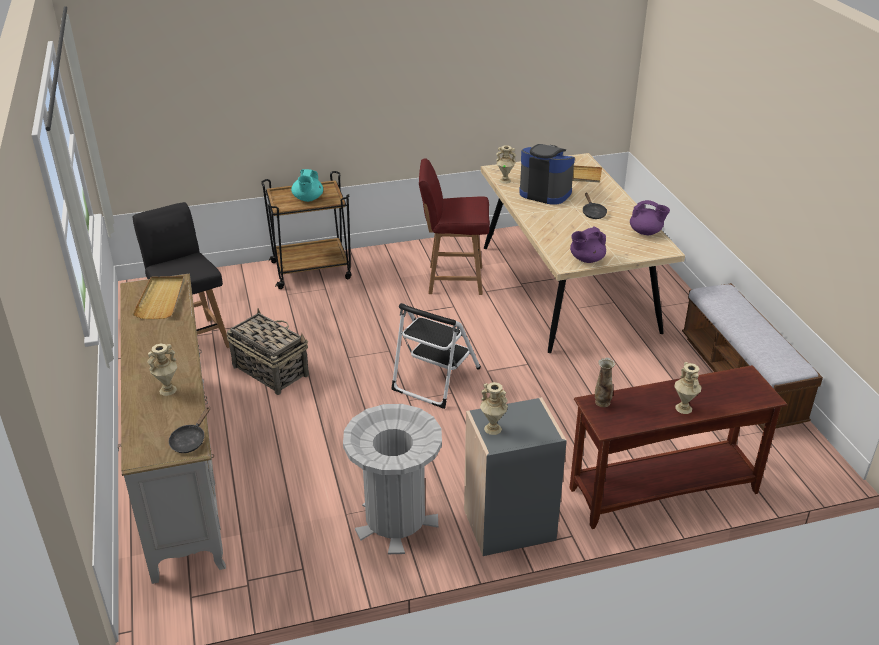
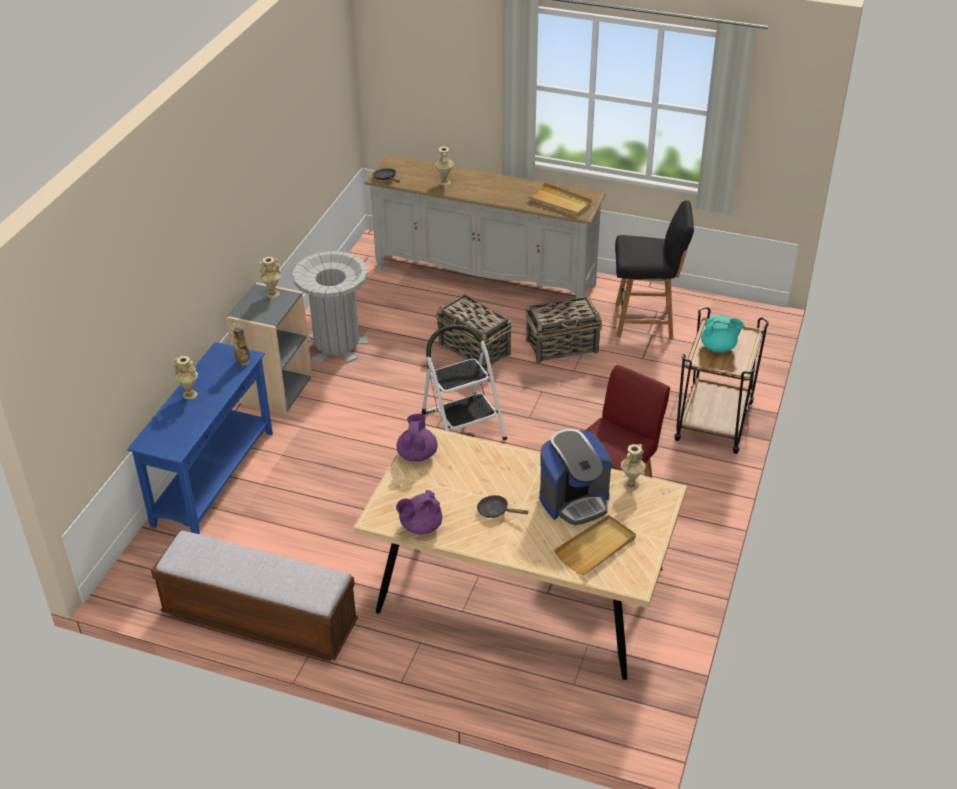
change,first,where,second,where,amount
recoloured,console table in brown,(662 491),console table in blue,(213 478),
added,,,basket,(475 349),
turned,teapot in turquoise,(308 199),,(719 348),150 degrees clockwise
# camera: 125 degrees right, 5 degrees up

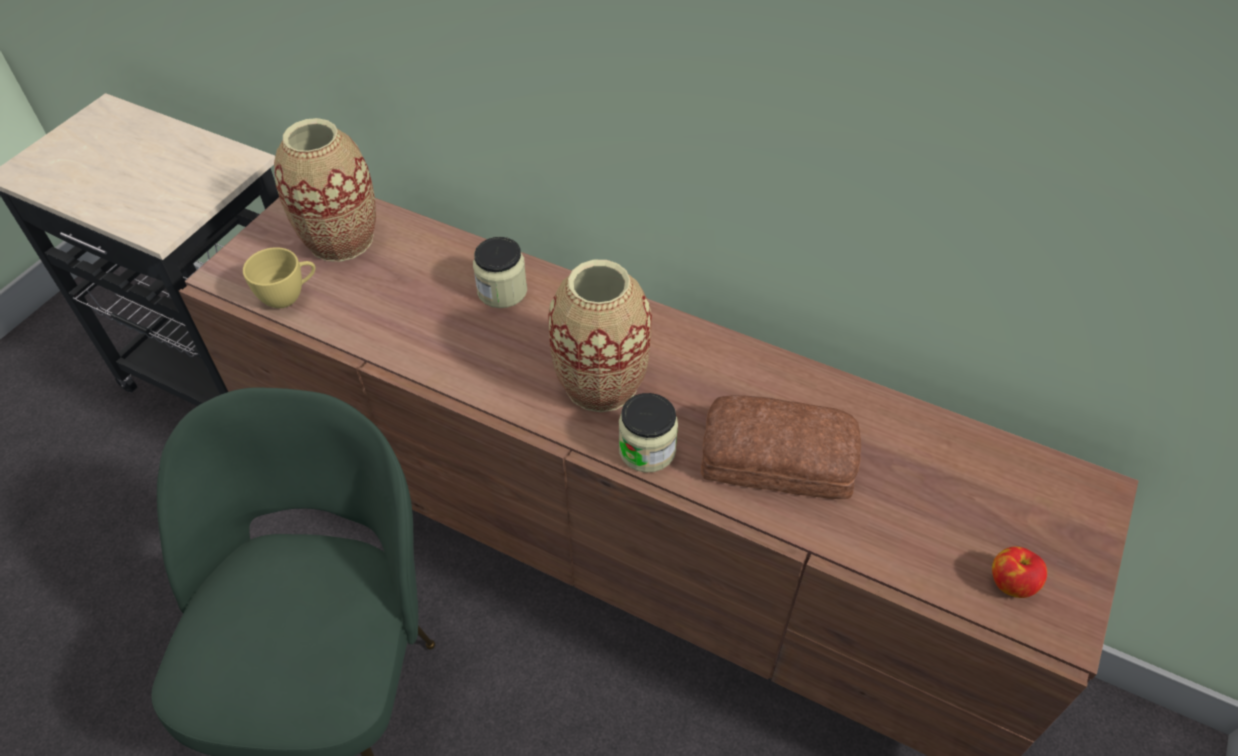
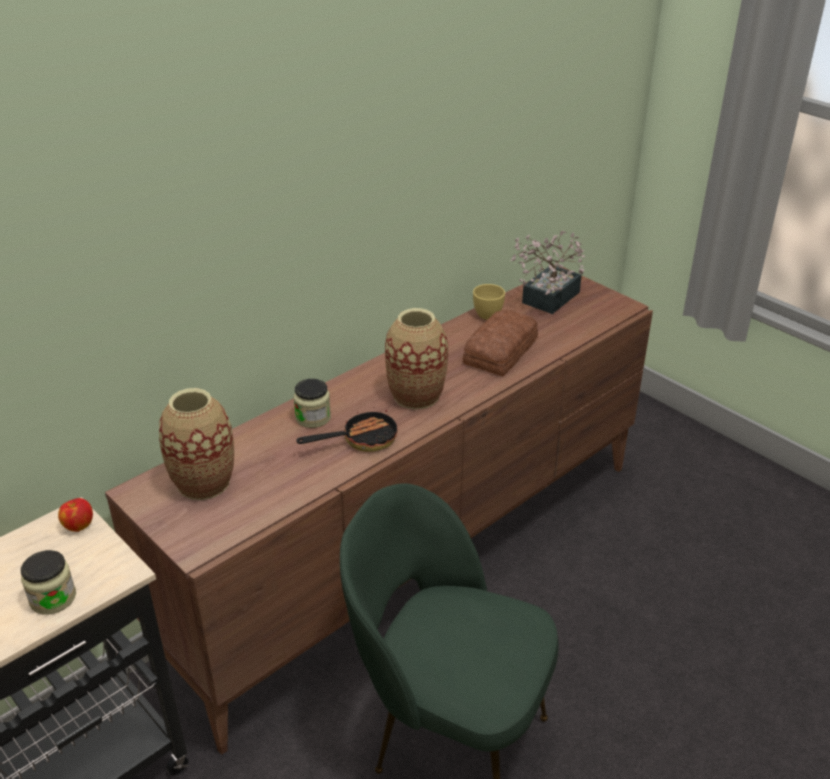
change,first,where,second,where,amount
moved,jar,(647 450),,(53 598),
moved,apple,(1011 583),,(78 525),
added,,,frying pan,(361 440),
moved,cup in yellow,(289 296),,(487 313),
added,,,potted plant,(546 300),
# camera: 70 degrees left, 15 degrees down

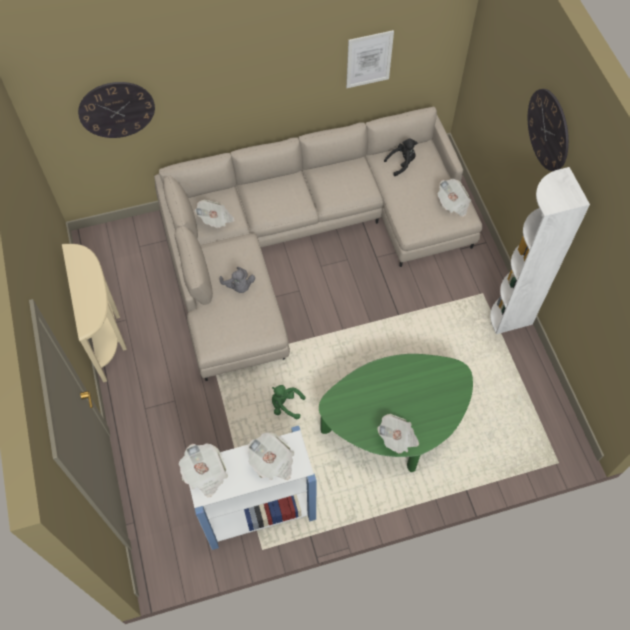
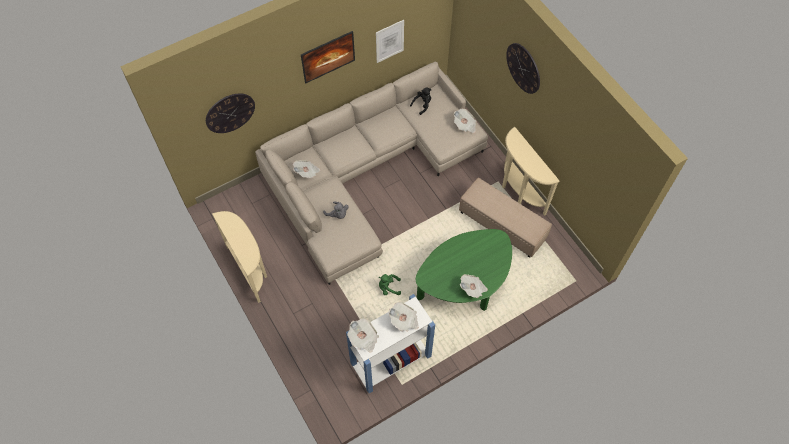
change,first,where,second,where,amount
added,,,picture,(329 64),
added,,,ottoman in beige,(502 224),
replaced,bookcase in white,(507 316),console table in beige,(518 193),
# camera: 15 degrees left, 0 degrees up

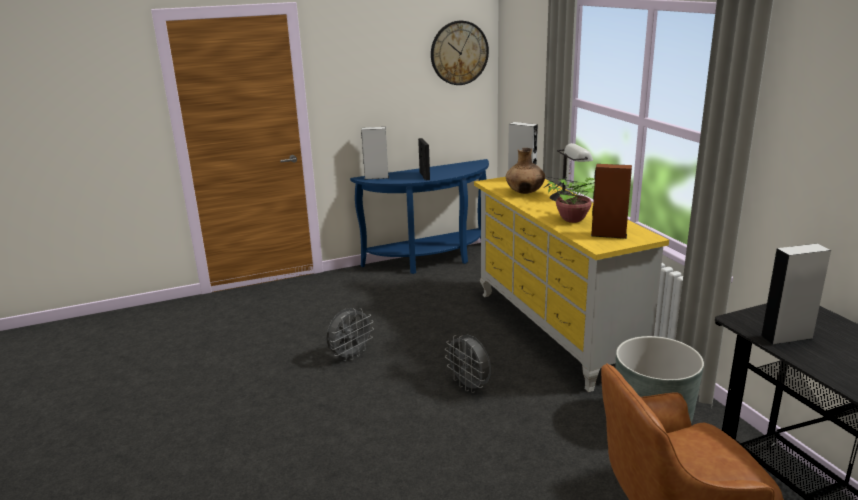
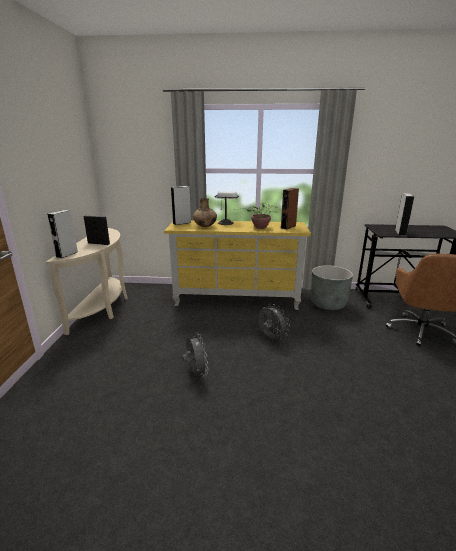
change,first,where,second,where,amount
recoloured,console table in blue,(430 260),console table in beige,(104 308),
turned,fan in grey,(470 386),,(270 338),120 degrees counterclockwise
removed,wall clock,(459 53),,,
# camera: 65 degrees left, 0 degrees up

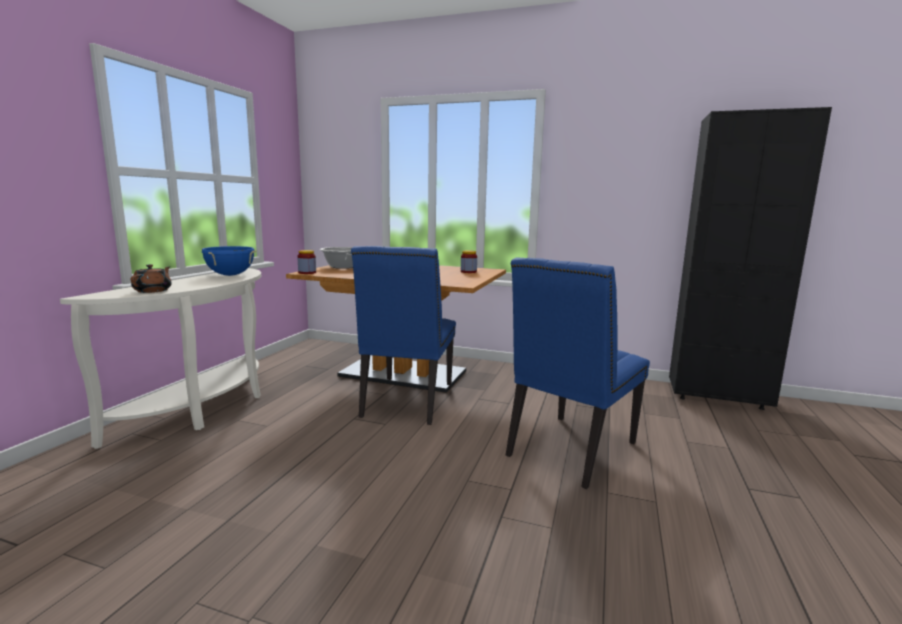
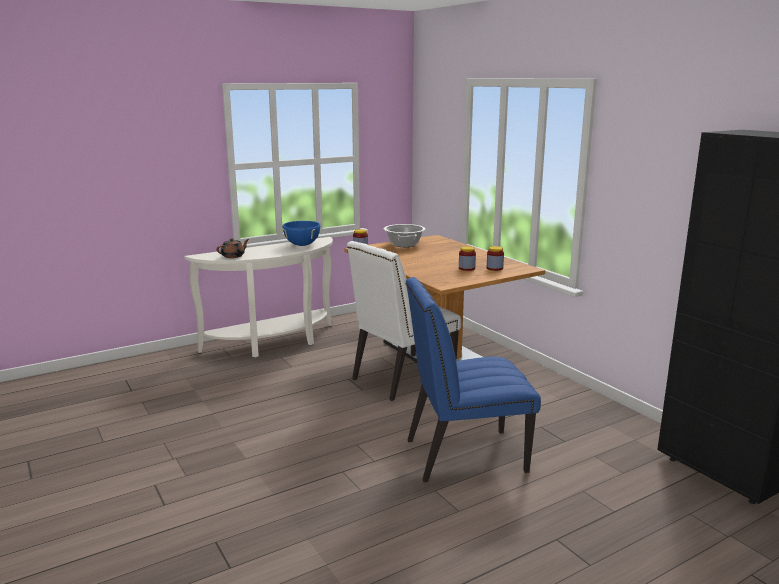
change,first,where,second,where,amount
recoloured,chair in blue,(407 401),chair in white,(403 378),
added,,,jar,(466 268),
# camera: 40 degrees right, 5 degrees up

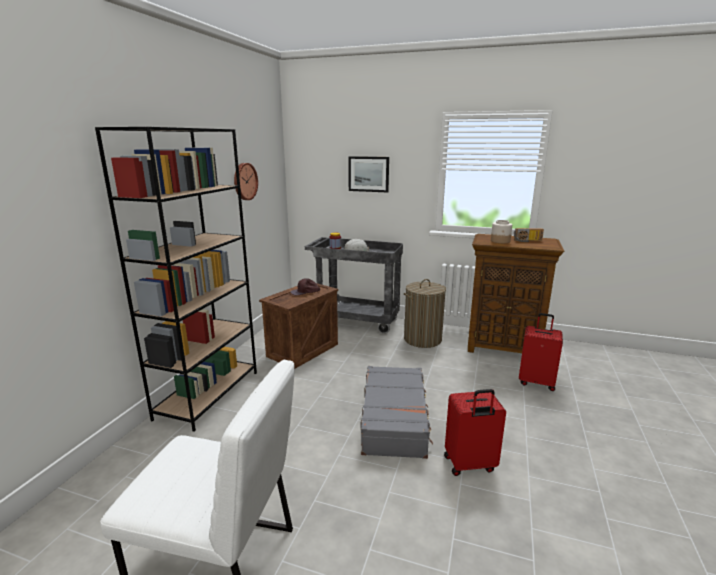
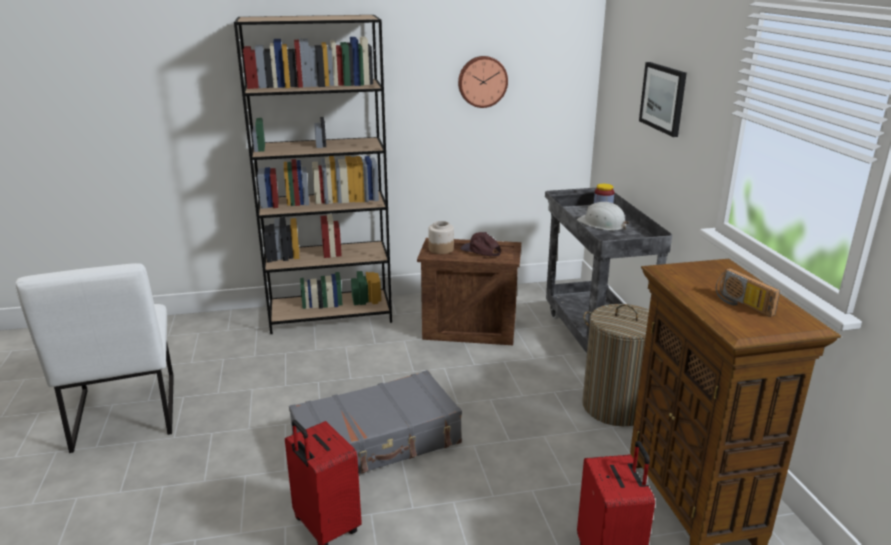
change,first,where,second,where,amount
moved,jar,(500 241),,(441 249),
# camera: 60 degrees right, 5 degrees up

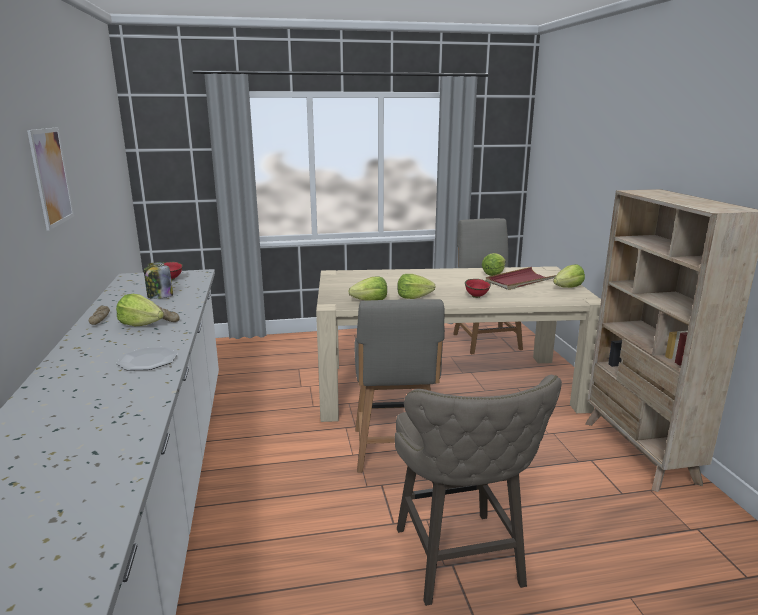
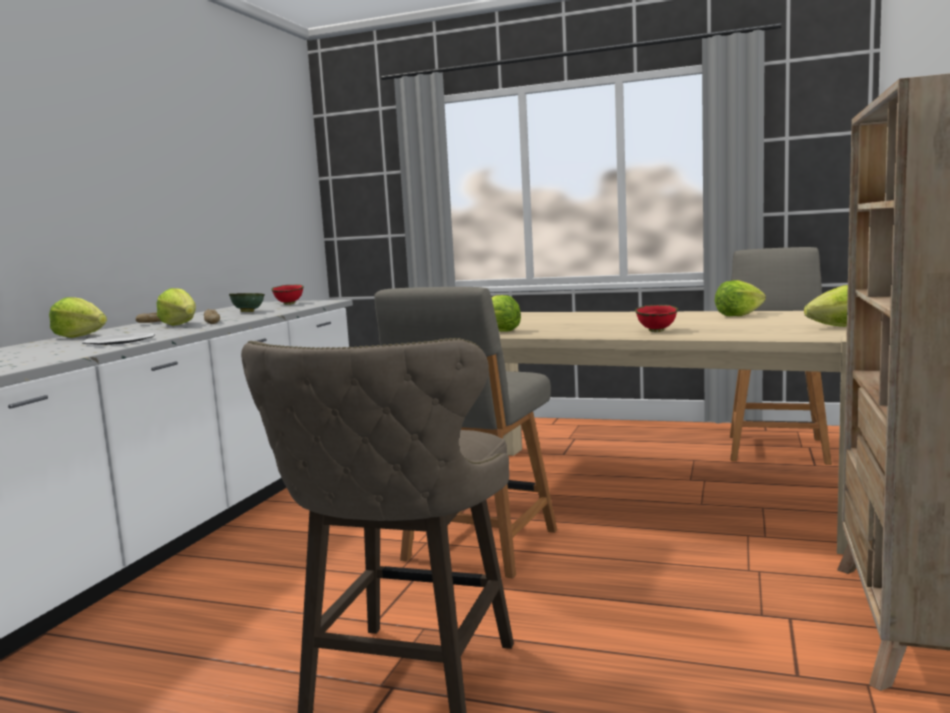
change,first,where,second,where,amount
moved,lettuce,(413 297),,(80 336),
replaced,jar,(160 296),bowl in green,(247 312),
removed,picture,(51 177),,,
removed,tray in red,(520 281),,,
# camera: 30 degrees right, 10 degrees down

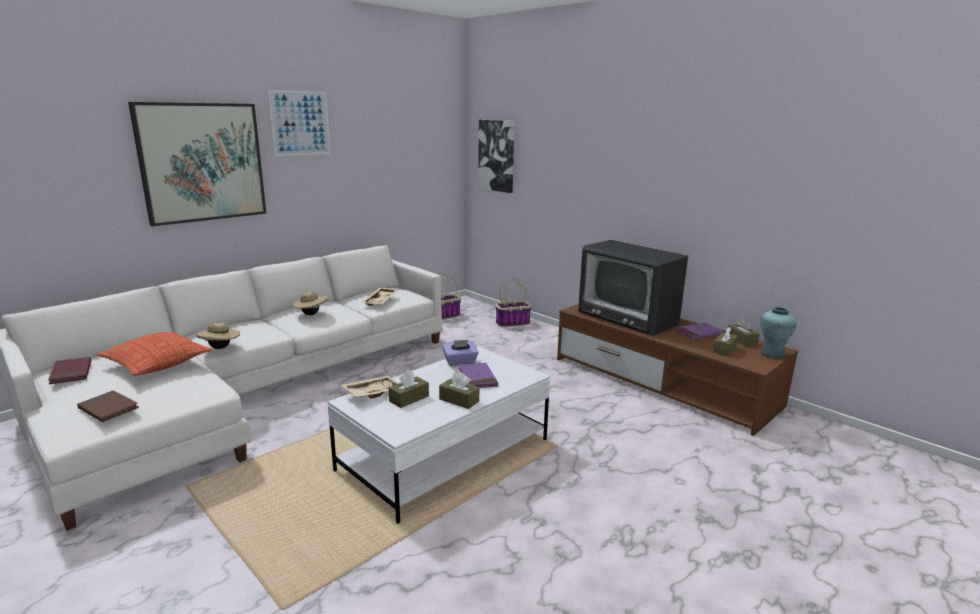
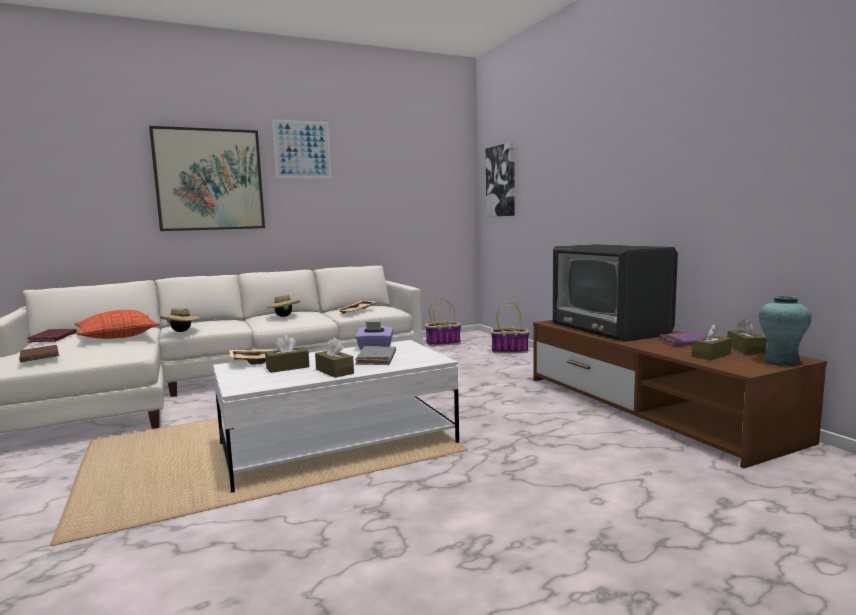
change,first,where,second,where,amount
recoloured,book in purple,(477 378),book in grey,(376 358),
# camera: 20 degrees right, 10 degrees down

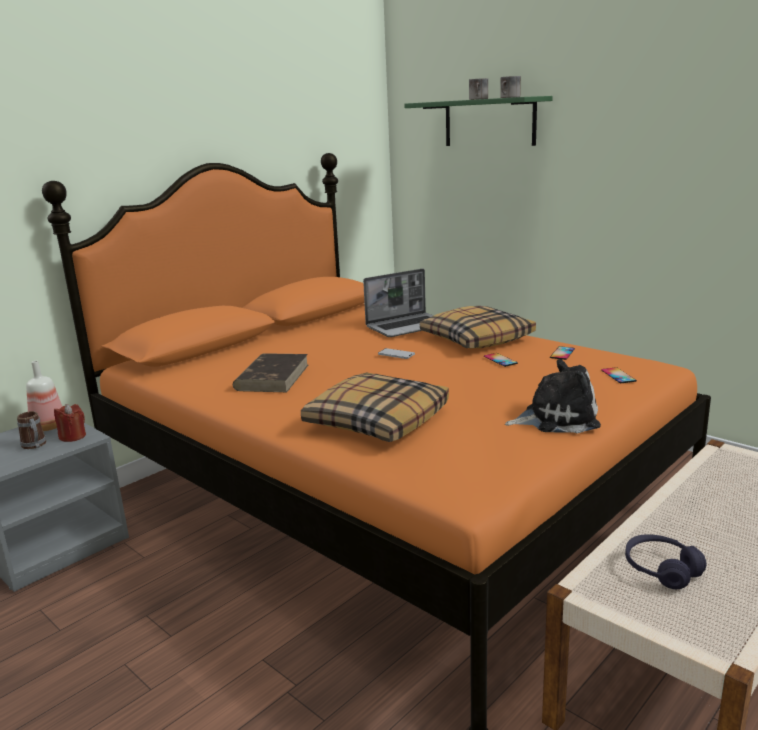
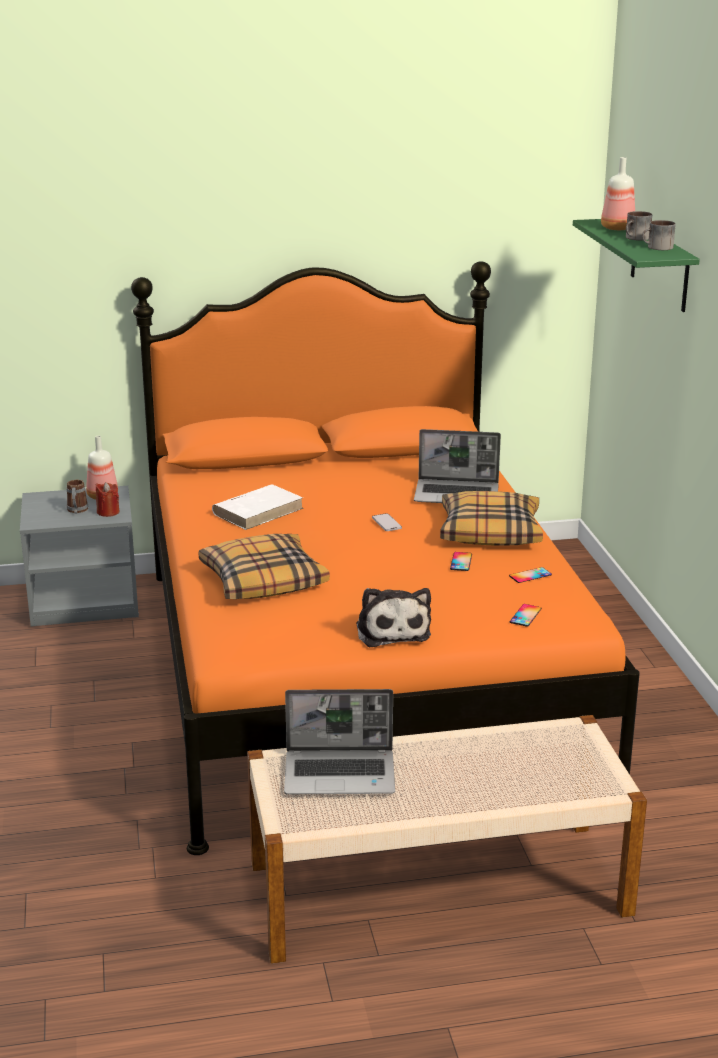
change,first,where,second,where,amount
recoloured,book in brown,(272 377),book in white,(258 511),
replaced,headphones in purple,(661 570),laptop,(341 774),
turned,plush toy,(556 418),,(392 630),45 degrees clockwise
added,,,bottle,(617 228),
# camera: 35 degrees right, 5 degrees up

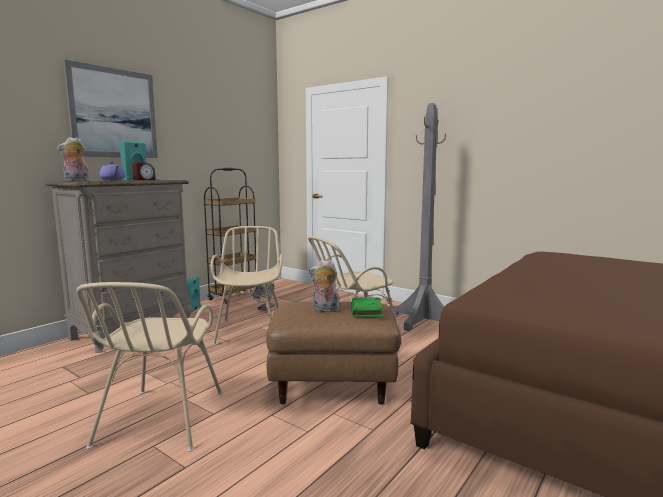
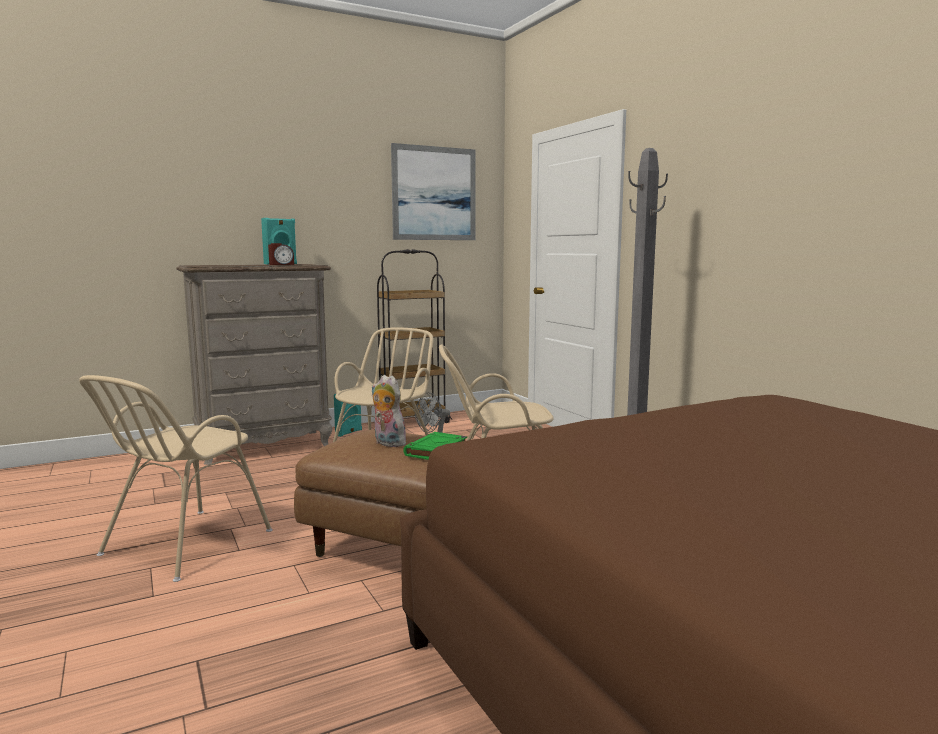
change,first,where,second,where,amount
moved,picture,(114 113),,(434 193),
removed,plush toy,(76 181),,,
removed,teapot in purple,(113 180),,,
# camera: 25 degrees right, 0 degrees up

